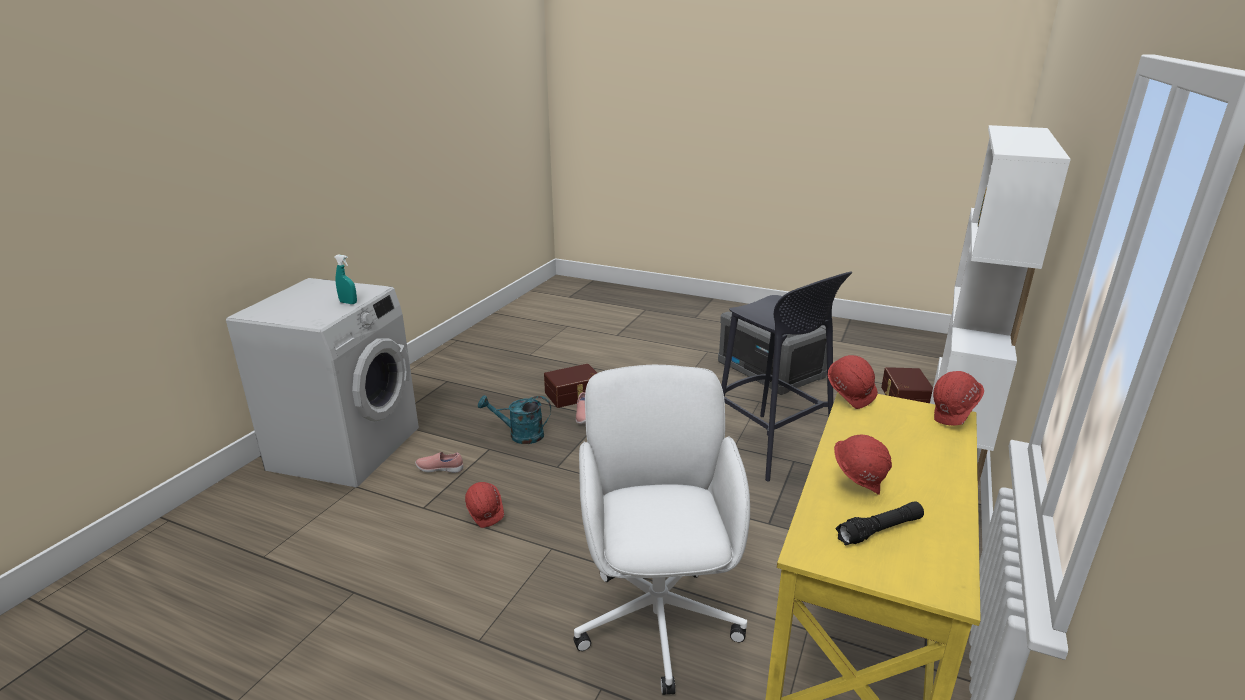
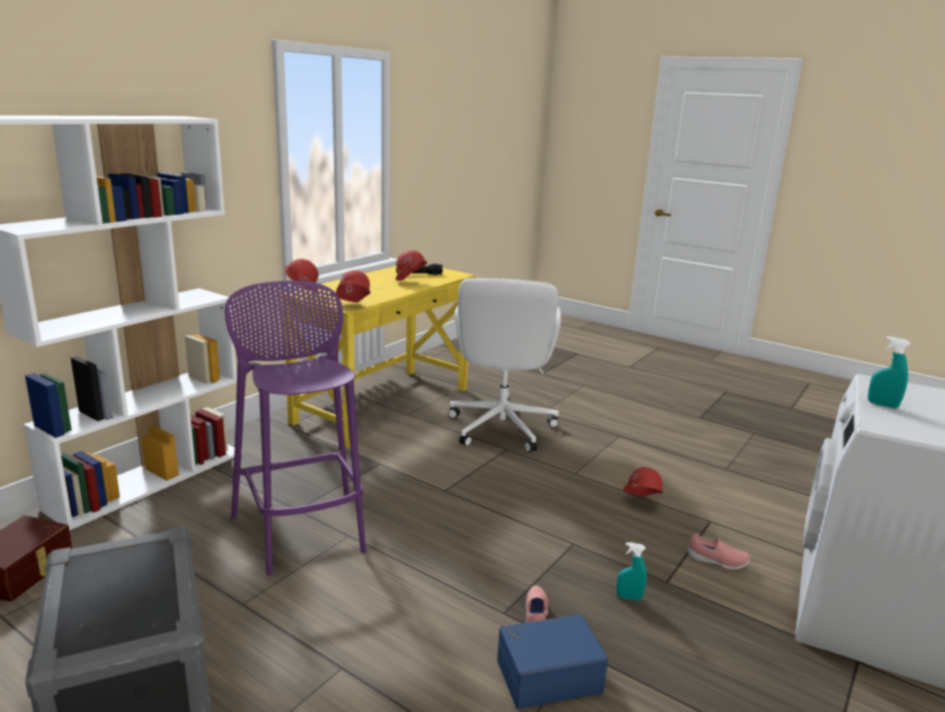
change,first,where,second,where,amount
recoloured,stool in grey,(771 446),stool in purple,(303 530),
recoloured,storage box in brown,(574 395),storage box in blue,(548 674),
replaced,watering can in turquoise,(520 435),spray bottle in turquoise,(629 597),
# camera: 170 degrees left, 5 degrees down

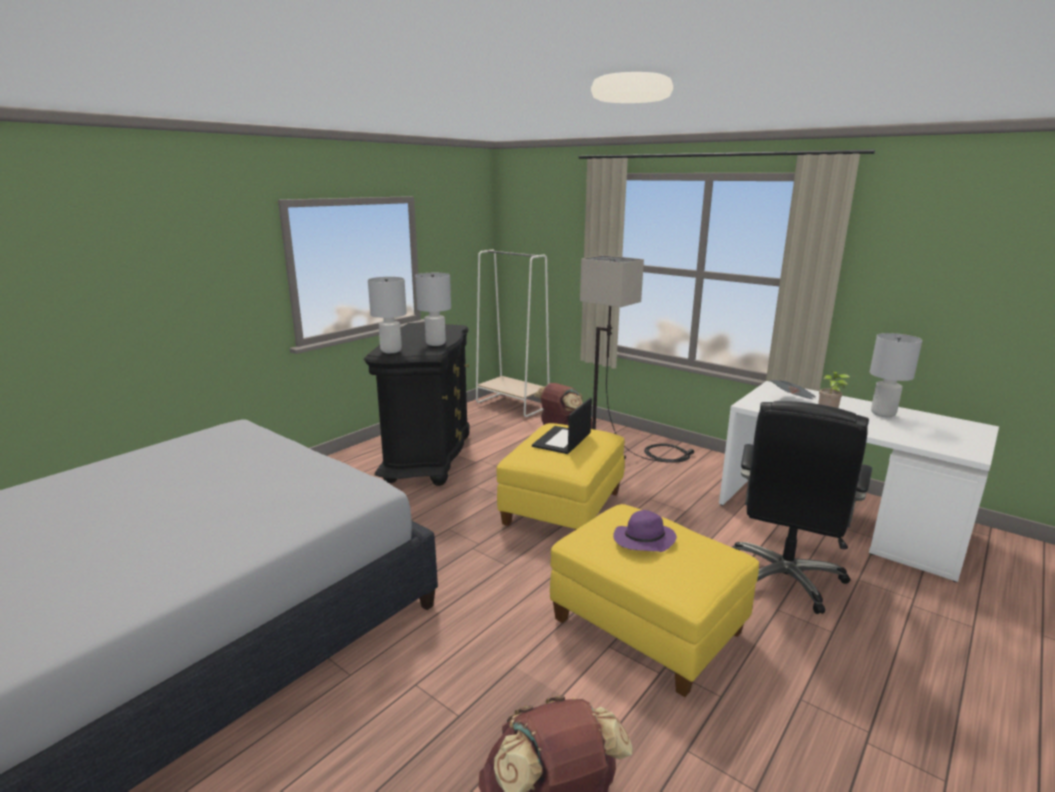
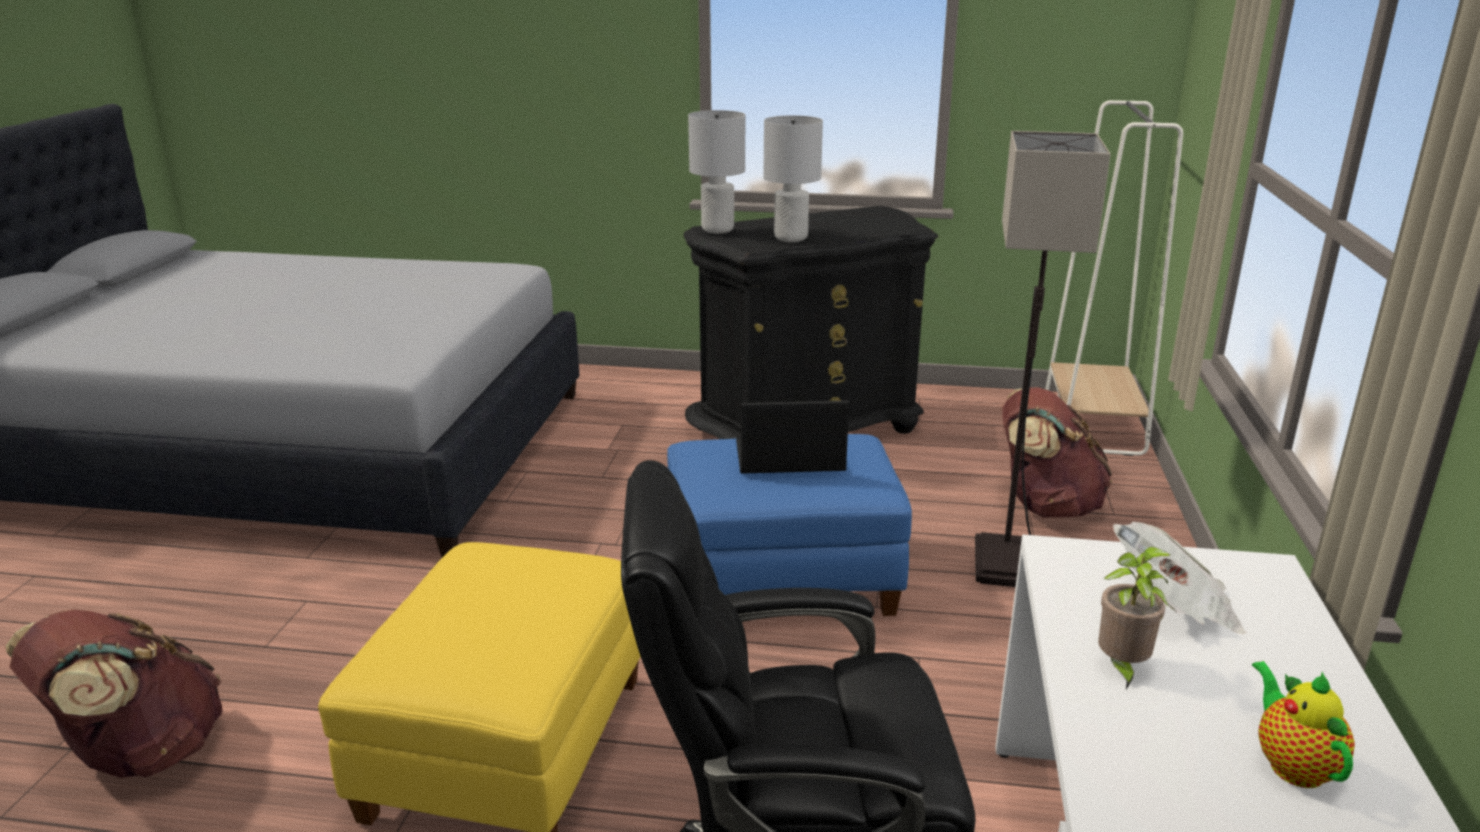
change,first,where,second,where,amount
recoloured,ottoman in yellow,(563 509),ottoman in blue,(781 580),
replaced,table lamp in grey,(883 415),teapot,(1292 765),
removed,hat in purple,(643 541),,,
# camera: 60 degrees right, 5 degrees up

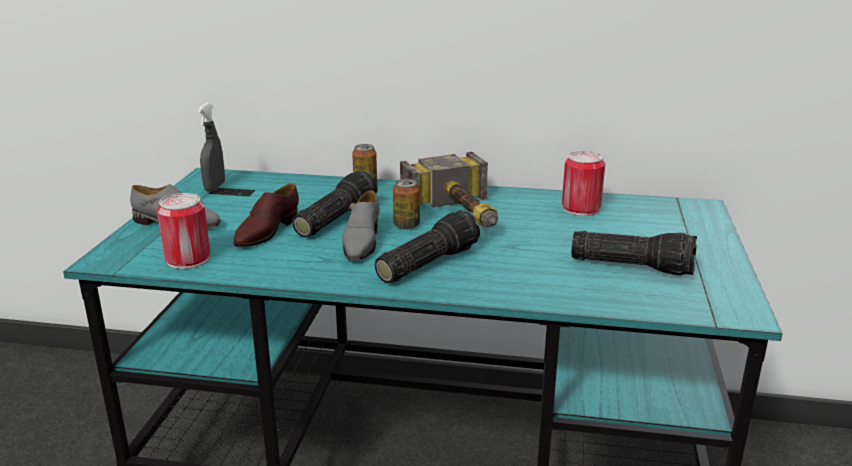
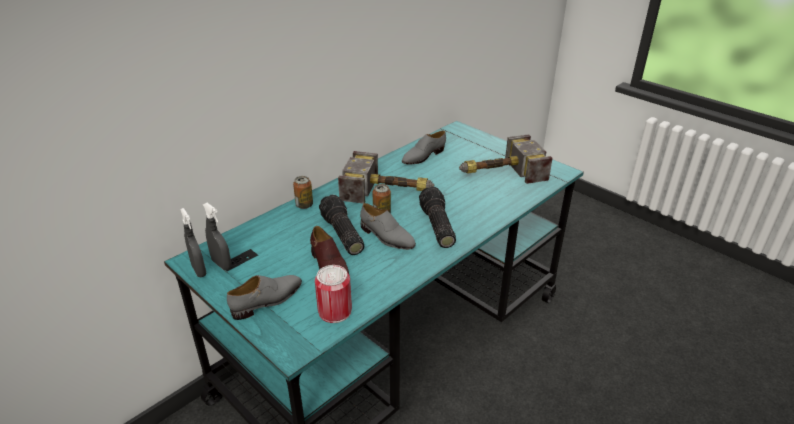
change,first,where,second,where,amount
added,,,spray bottle in grey,(199 270),
replaced,can,(581 208),shoe in grey,(423 156),
replaced,flashlight,(633 265),hammer,(498 173),
# camera: 55 degrees left, 10 degrees up

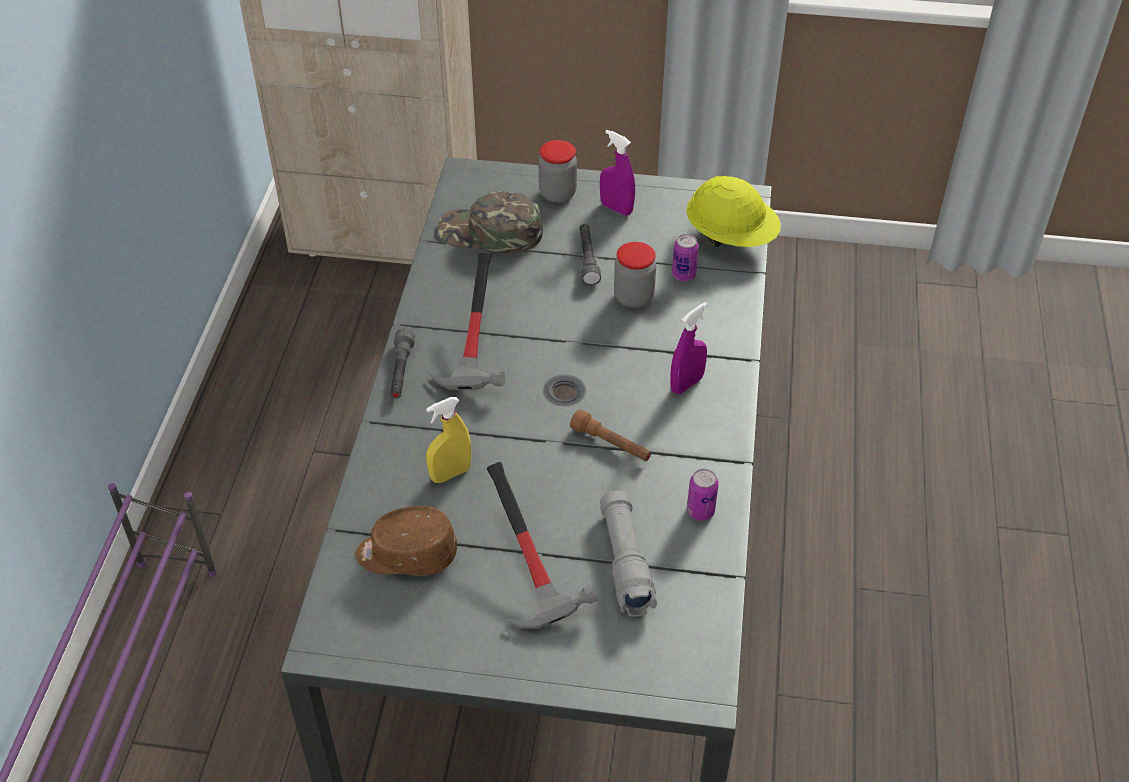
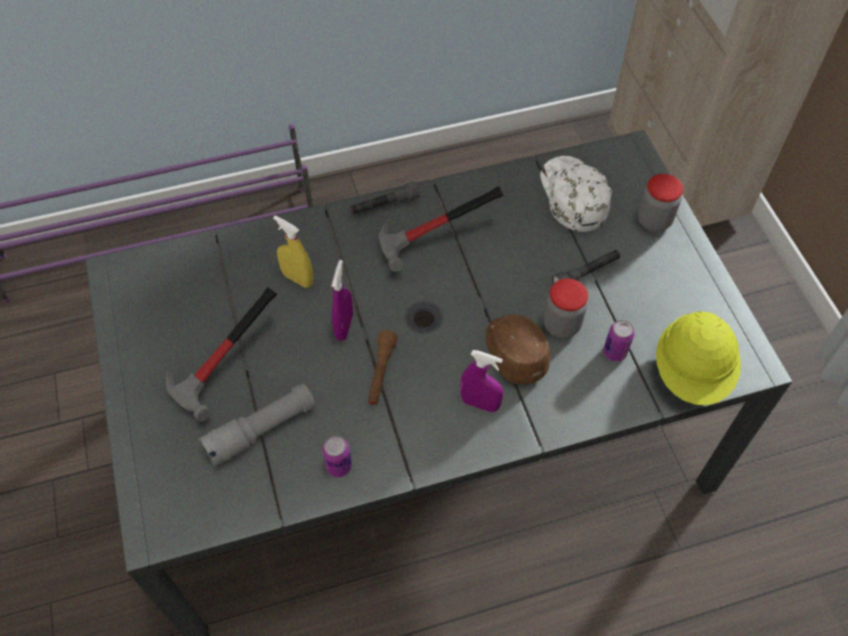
change,first,where,second,where,amount
moved,spray bottle in purple,(616 208),,(344 326),
moved,cap in brown,(406 554),,(514 352),
recoloured,cap in green,(490 233),cap in white,(572 195),
# camera: 65 degrees right, 10 degrees up

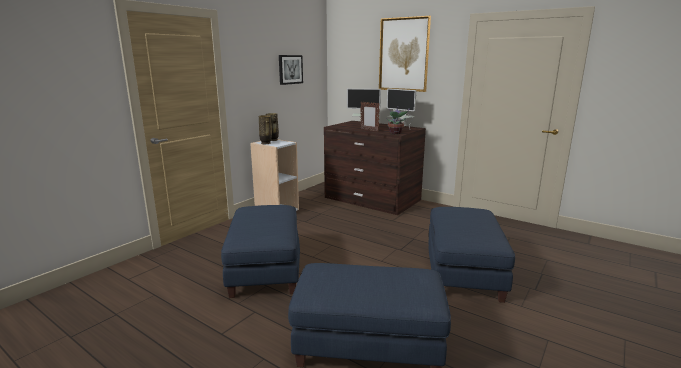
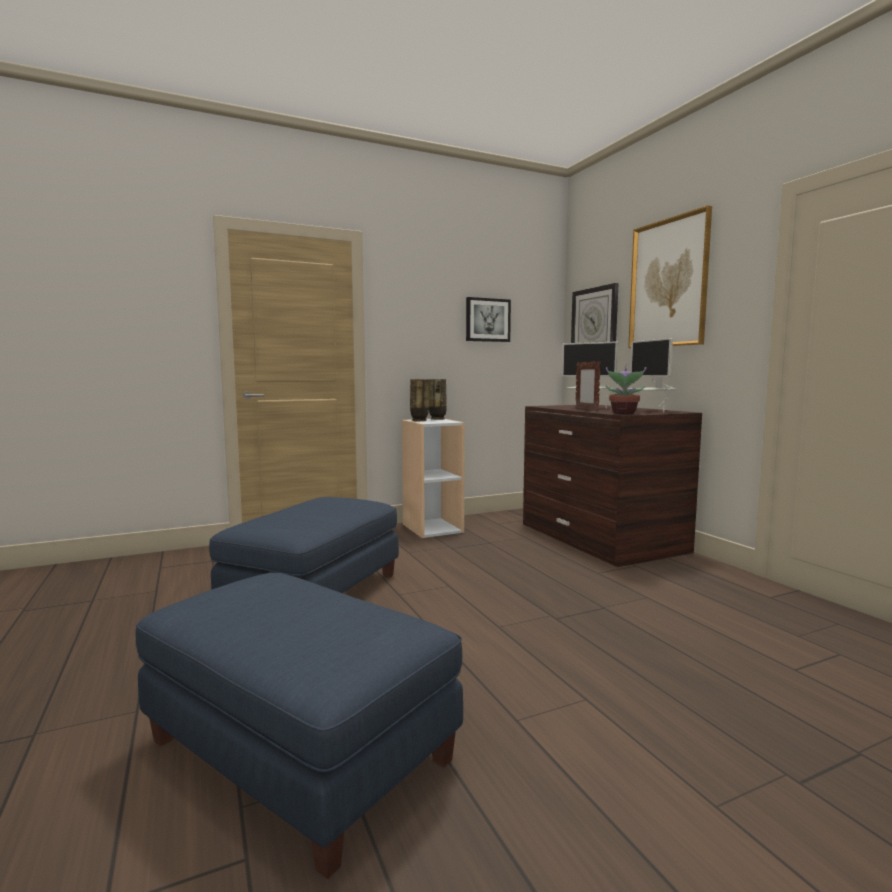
change,first,where,second,where,amount
added,,,wall clock,(594 321),
removed,ottoman in blue,(463 272),,,
# camera: 30 degrees right, 10 degrees down

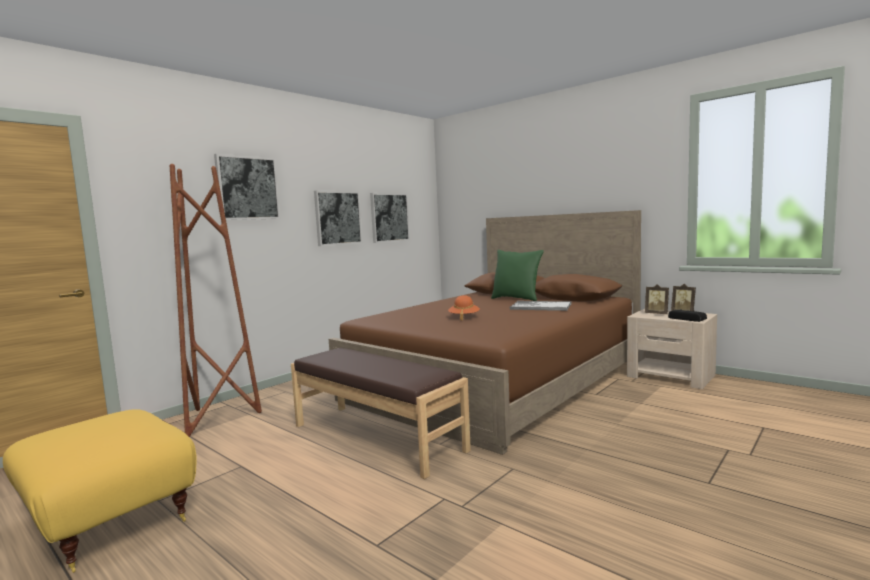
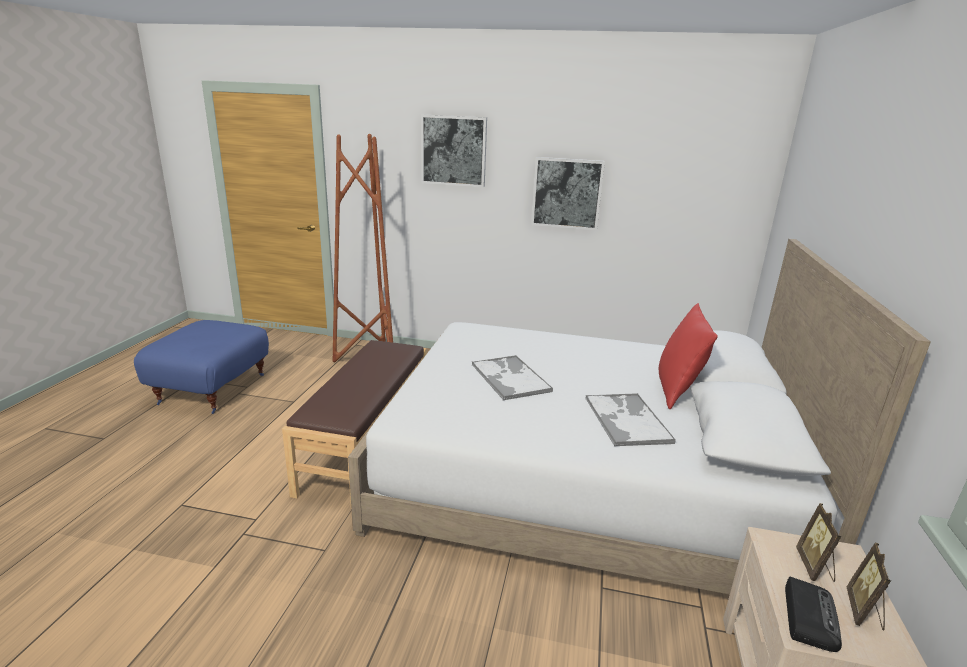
change,first,where,second,where,amount
recoloured,ottoman in yellow,(107 521),ottoman in blue,(211 389),
recoloured,bed in brown,(497 380),bed in white,(581 479),
replaced,hat in orange,(464 317),tray,(509 377),
recoloured,pillow in green,(516 299),pillow in red,(677 390),
removed,picture,(389 217),,,
# camera: 60 degrees right, 15 degrees up

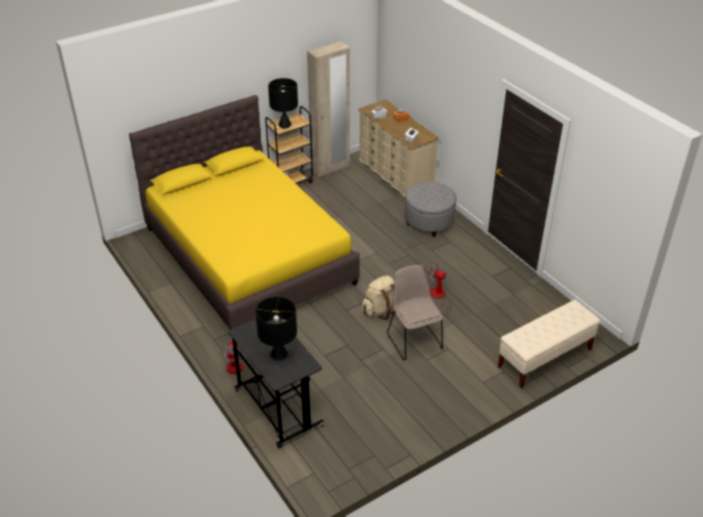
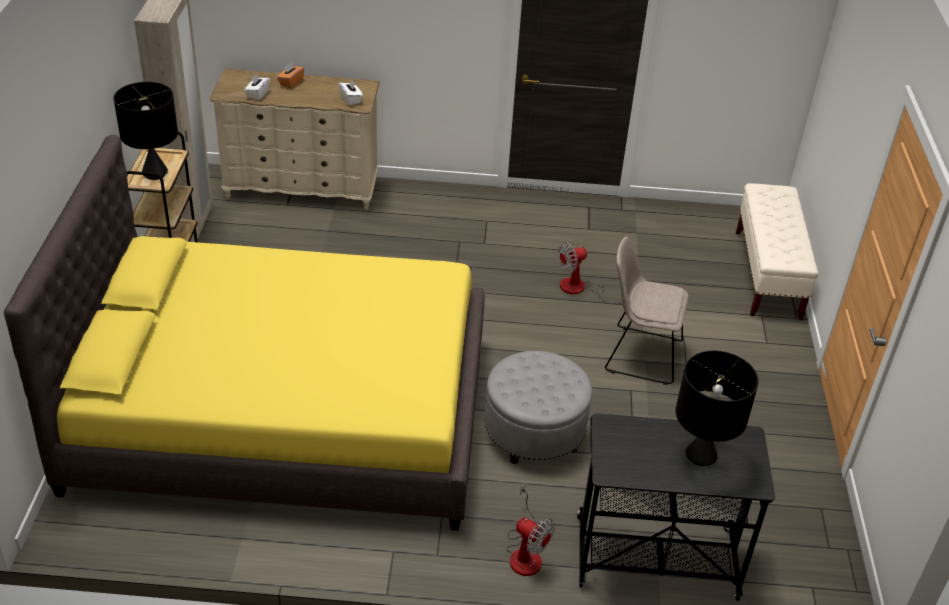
change,first,where,second,where,amount
moved,ottoman in grey,(429 222),,(534 434),
removed,backpack in beige,(380 310),,,
# camera: 55 degrees left, 0 degrees up

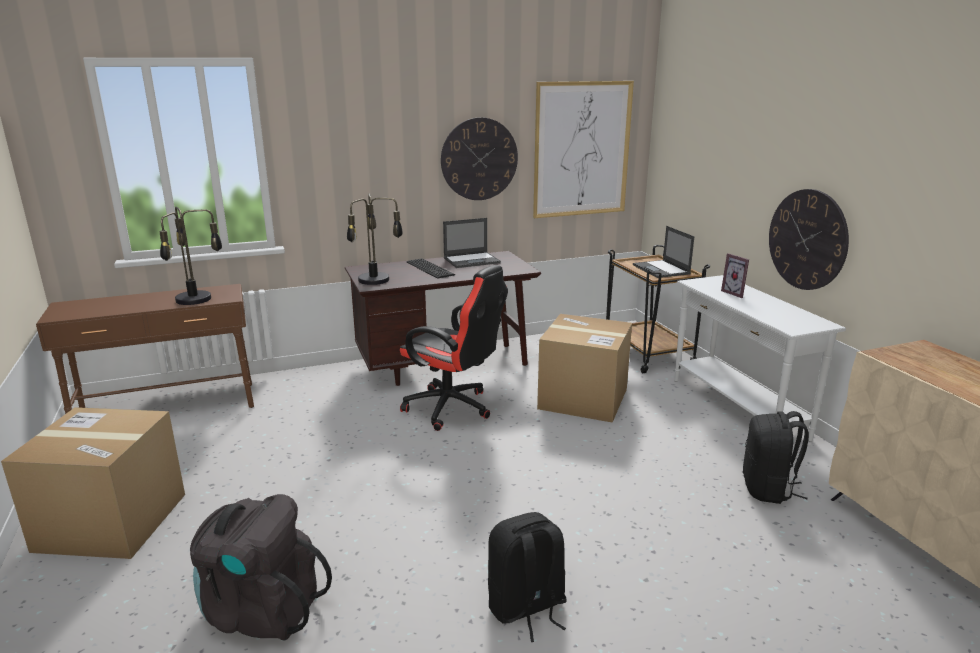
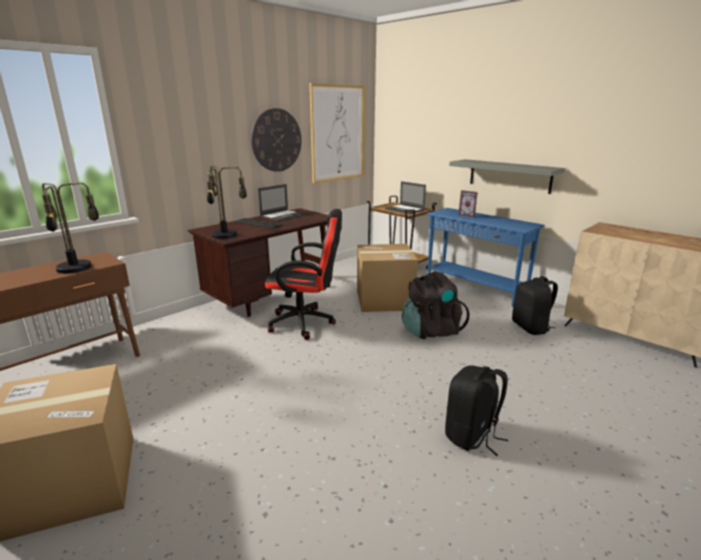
change,first,where,second,where,amount
moved,backpack in black,(261 610),,(431 330),
recoloured,console table in white,(739 409),console table in blue,(475 288),
replaced,wall clock,(807 239),shelf in grey,(509 176),
# camera: 25 degrees left, 0 degrees up

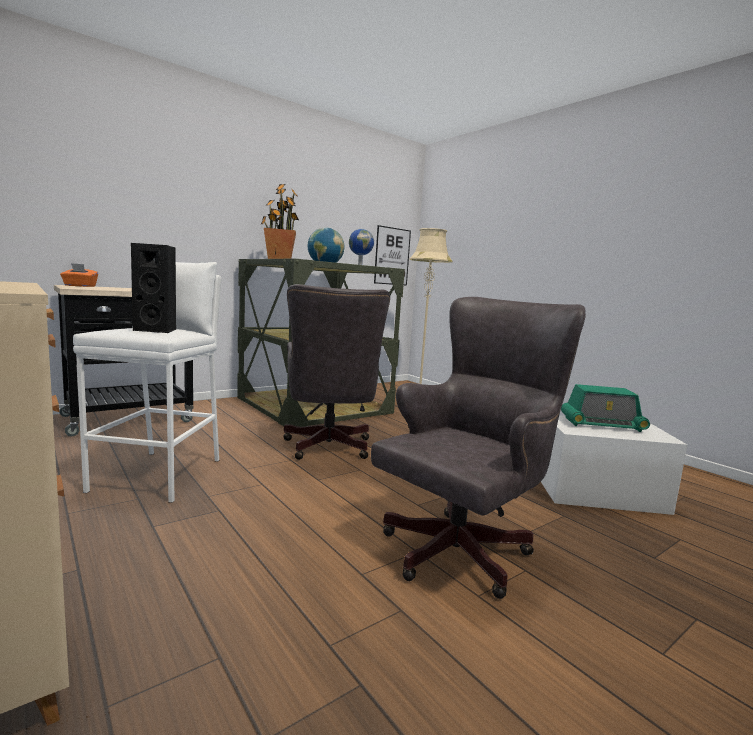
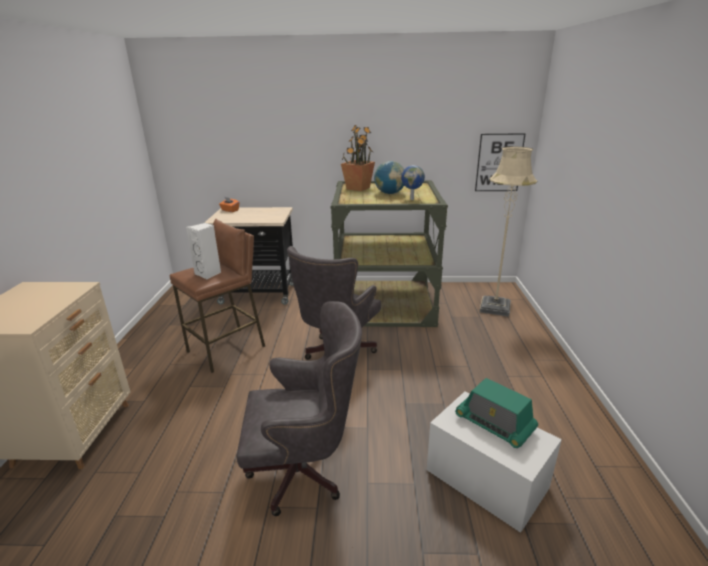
change,first,where,second,where,amount
recoloured,stool in white,(160 475),stool in brown,(227 349),
recoloured,speaker in black,(158 330),speaker in white,(208 274),
# camera: 40 degrees right, 15 degrees up

